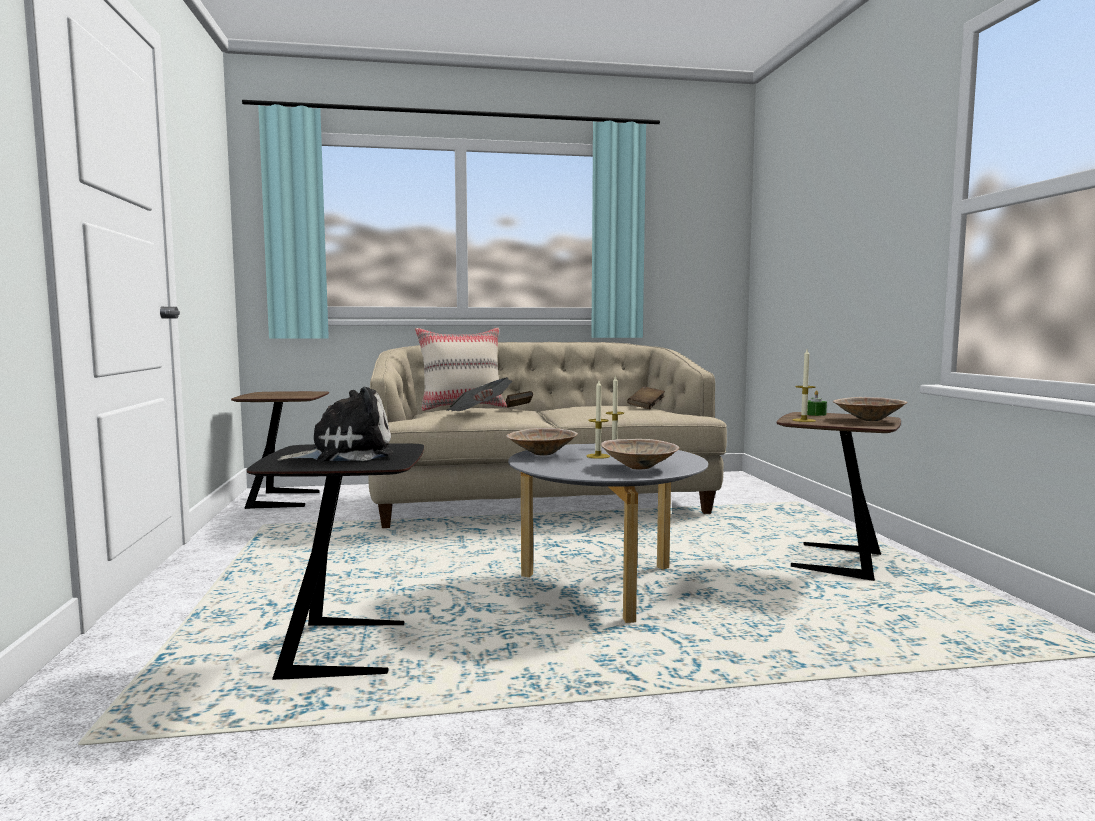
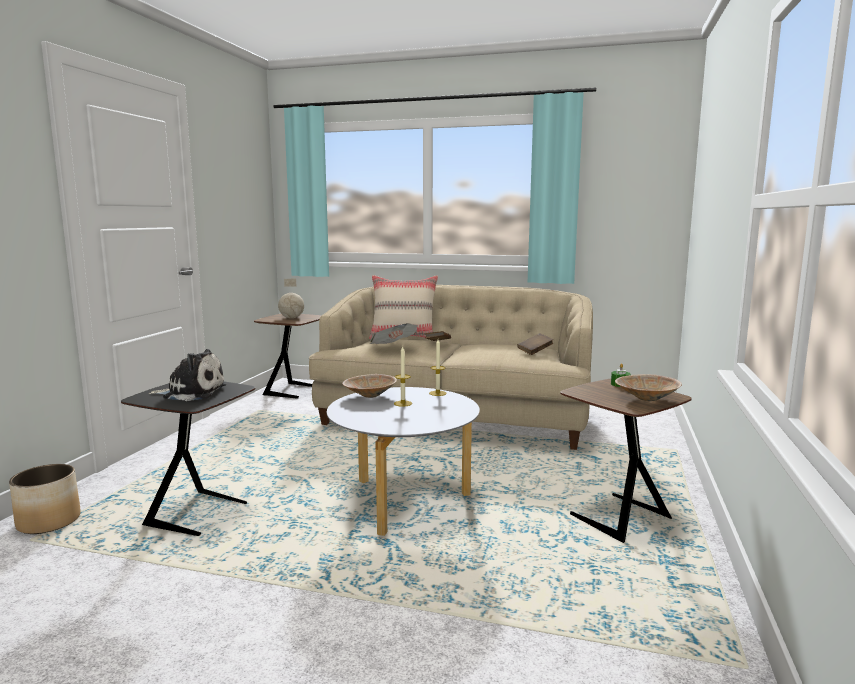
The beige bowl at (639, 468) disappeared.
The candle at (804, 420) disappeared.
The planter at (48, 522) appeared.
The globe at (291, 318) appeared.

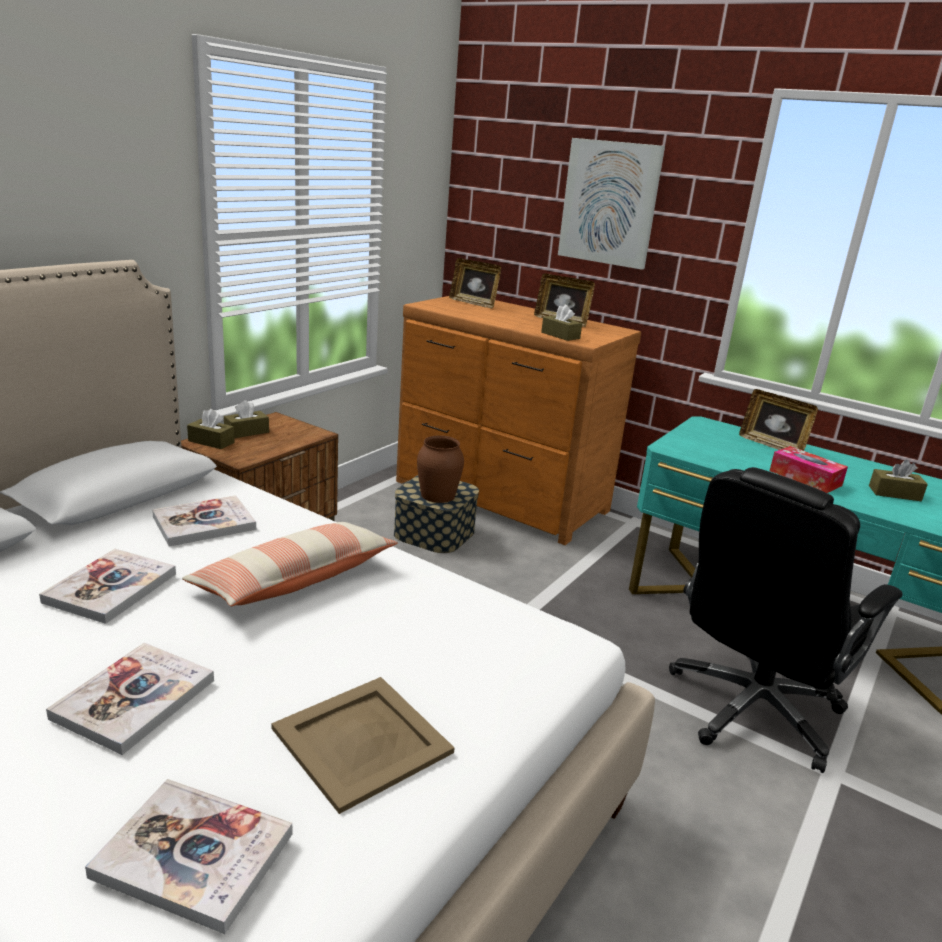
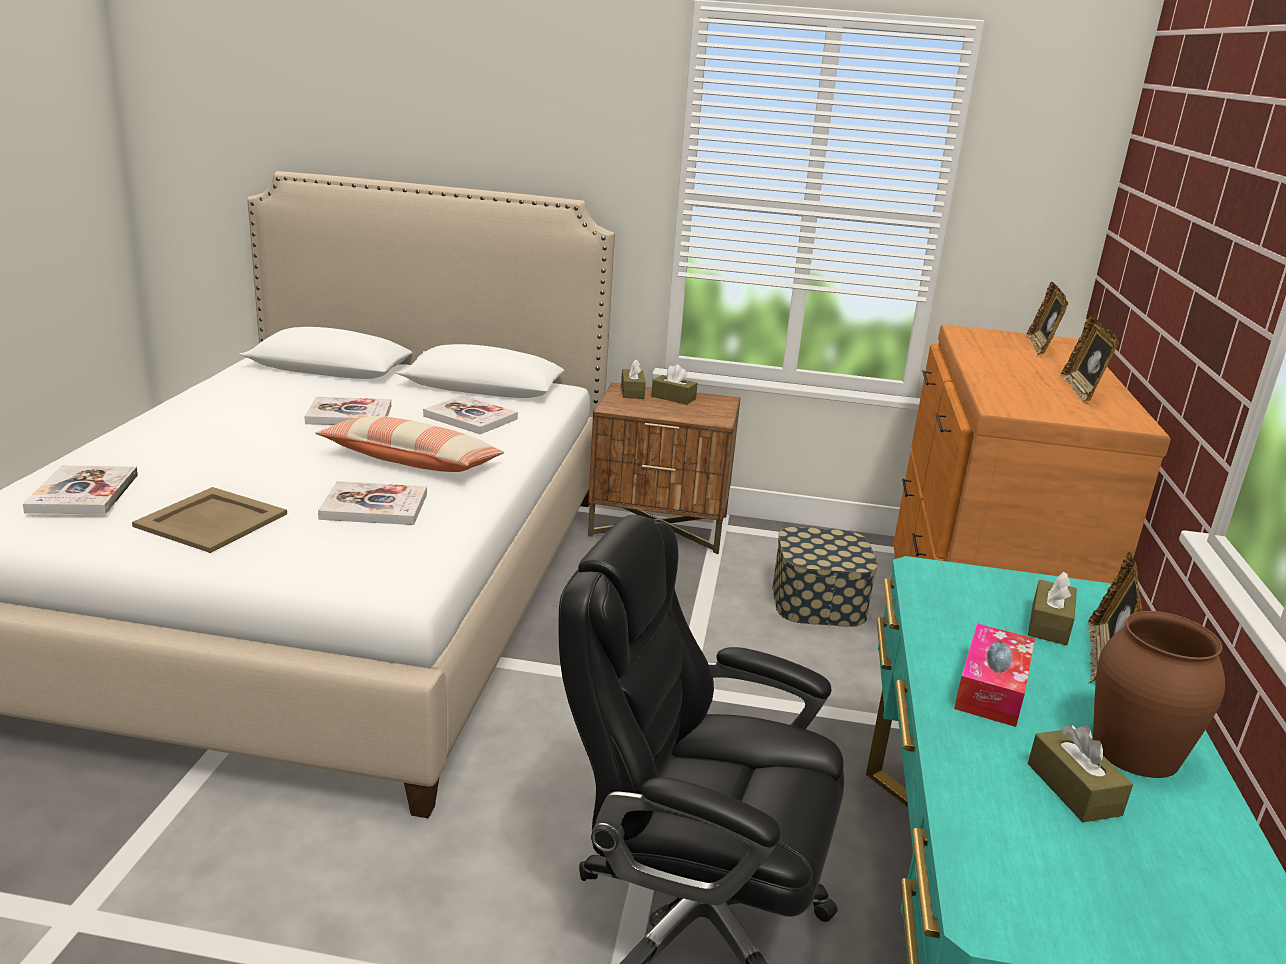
The picture at (609, 203) disappeared.
The book moved from (134, 699) to (374, 506).
The brown vase moved from (438, 495) to (1136, 751).
The brown tissue box moved from (560, 335) to (1049, 624).

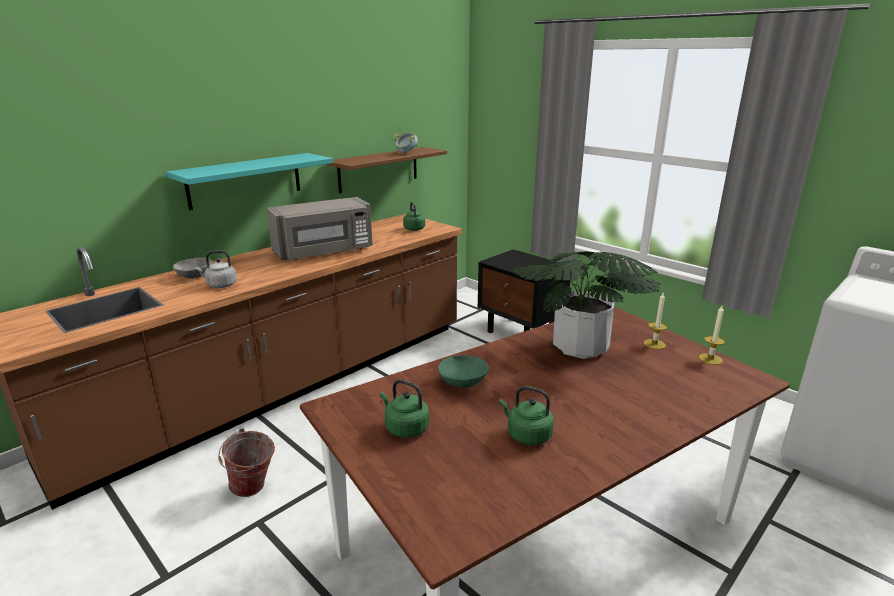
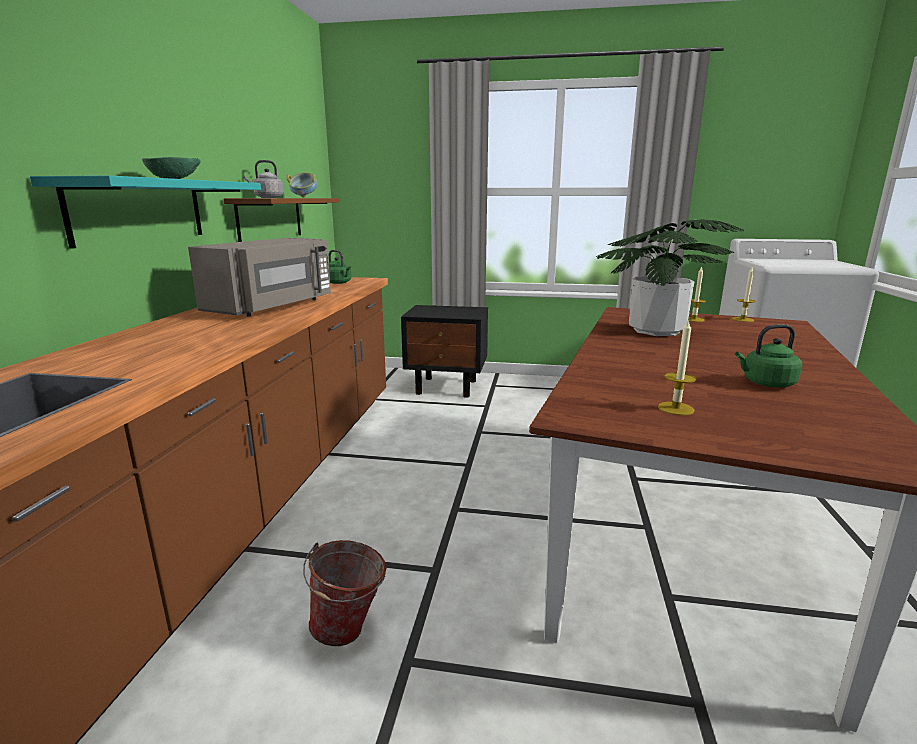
The grey bowl at (195, 276) disappeared.
The grey kettle moved from (220, 285) to (267, 197).
The green bowl moved from (463, 382) to (175, 179).
The green kettle at (405, 428) was replaced by the candle at (675, 408).

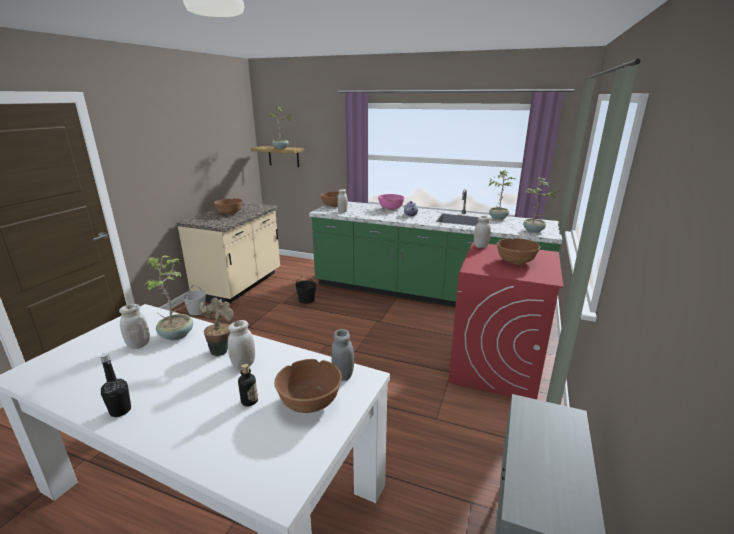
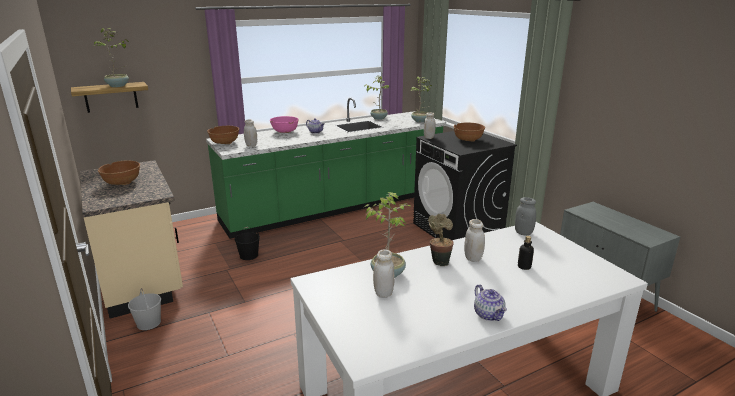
The brown bowl at (309, 402) disappeared.
The black bottle at (120, 411) was replaced by the teapot at (489, 315).
The red washing machine at (495, 367) became the black washing machine at (458, 229).

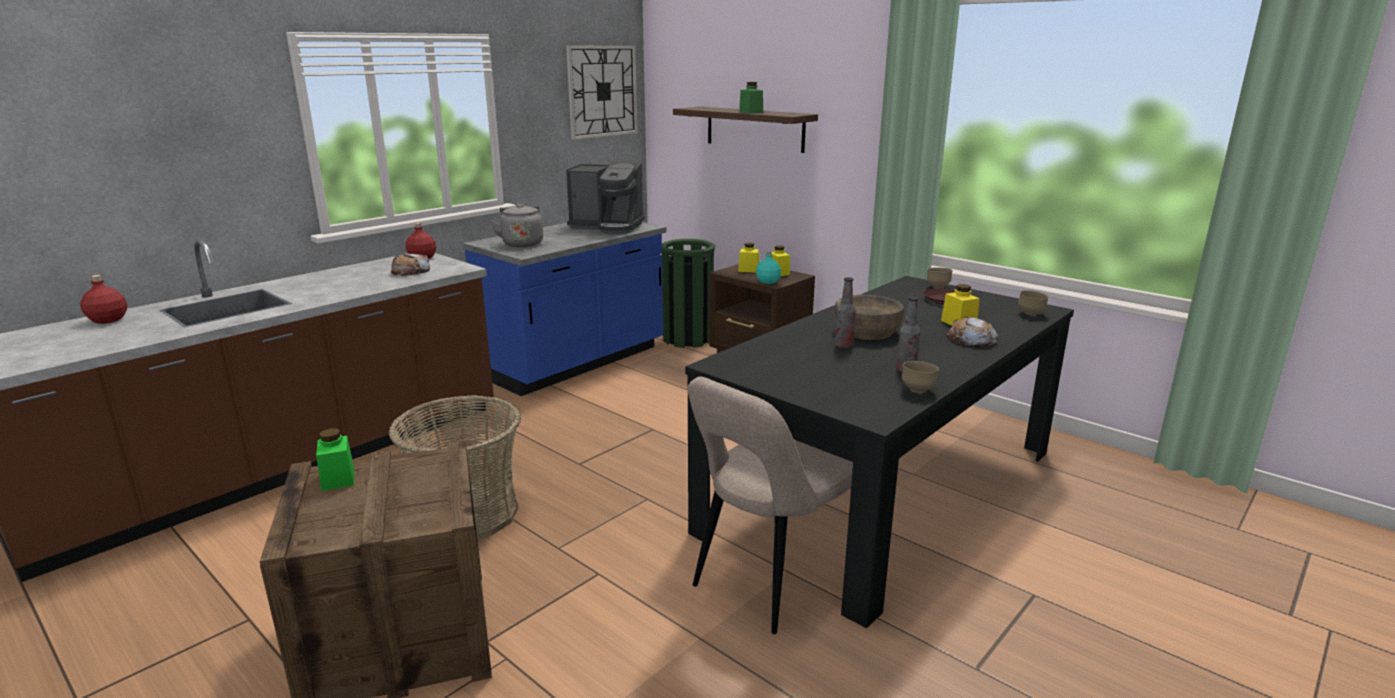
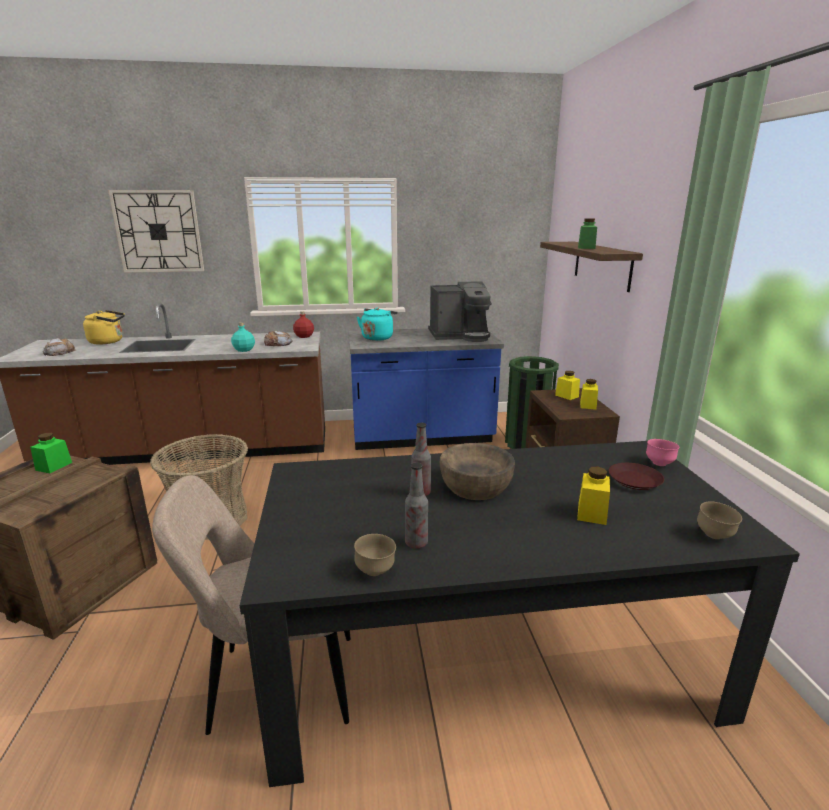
The wall clock moved from (602, 91) to (158, 231).
The turquoise bottle moved from (767, 282) to (243, 350).
The bread moved from (971, 340) to (59, 352).
The red bottle at (108, 320) was replaced by the yellow kettle at (108, 341).
The grey kettle at (522, 243) became the turquoise kettle at (378, 337).
The brown bowl at (937, 287) became the pink bowl at (659, 463).
The coffee machine at (608, 227) turned 60 degrees counterclockwise.

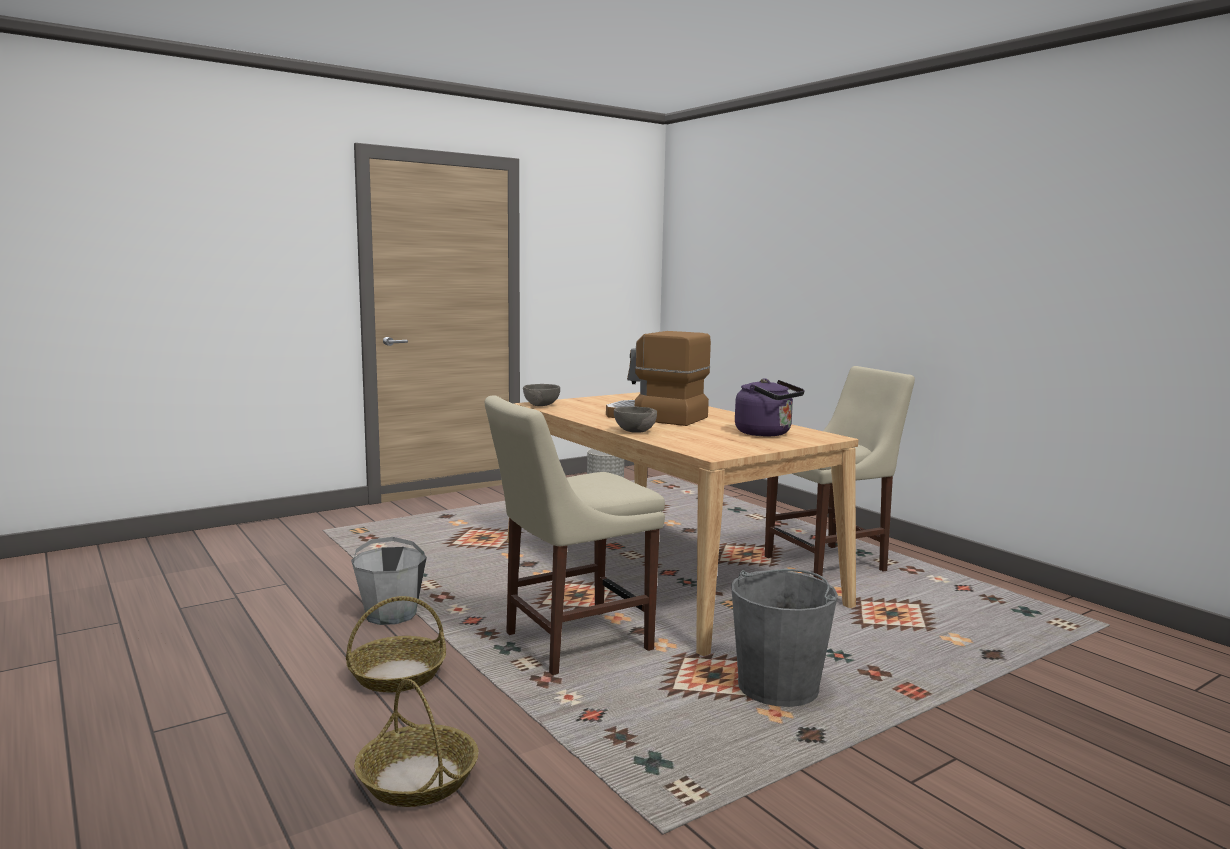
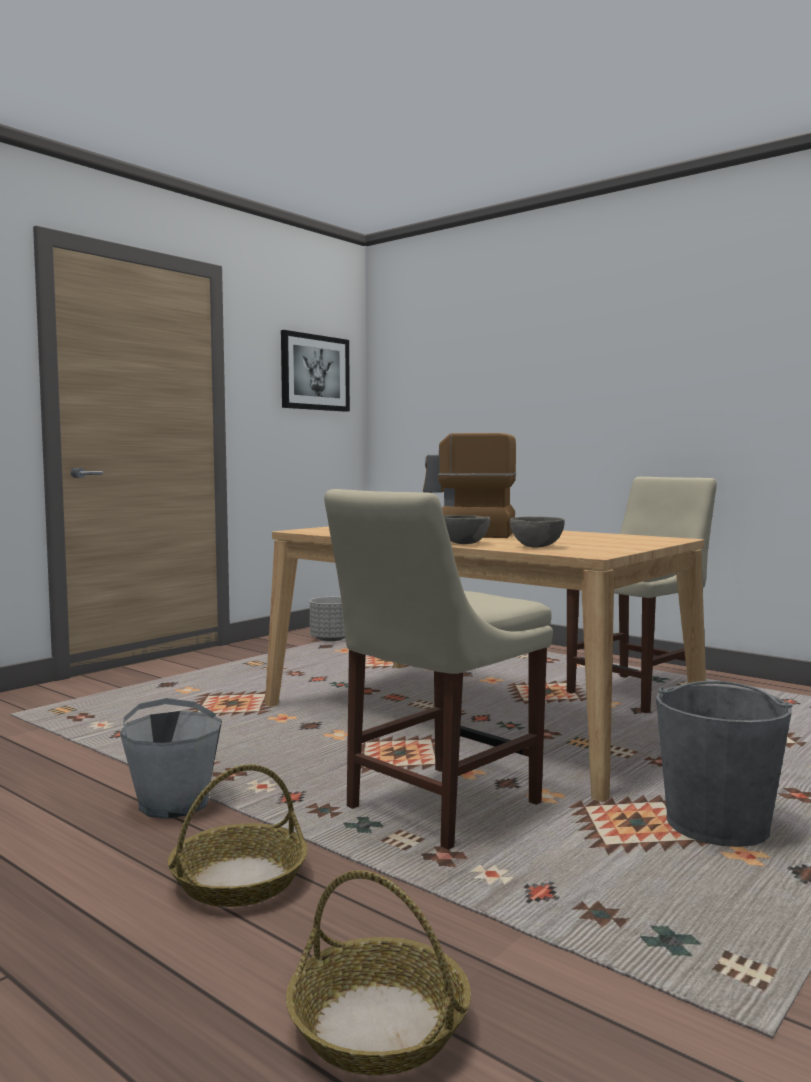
The purple kettle at (766, 433) disappeared.
The picture at (315, 372) appeared.
The grey bowl moved from (540, 405) to (535, 547).

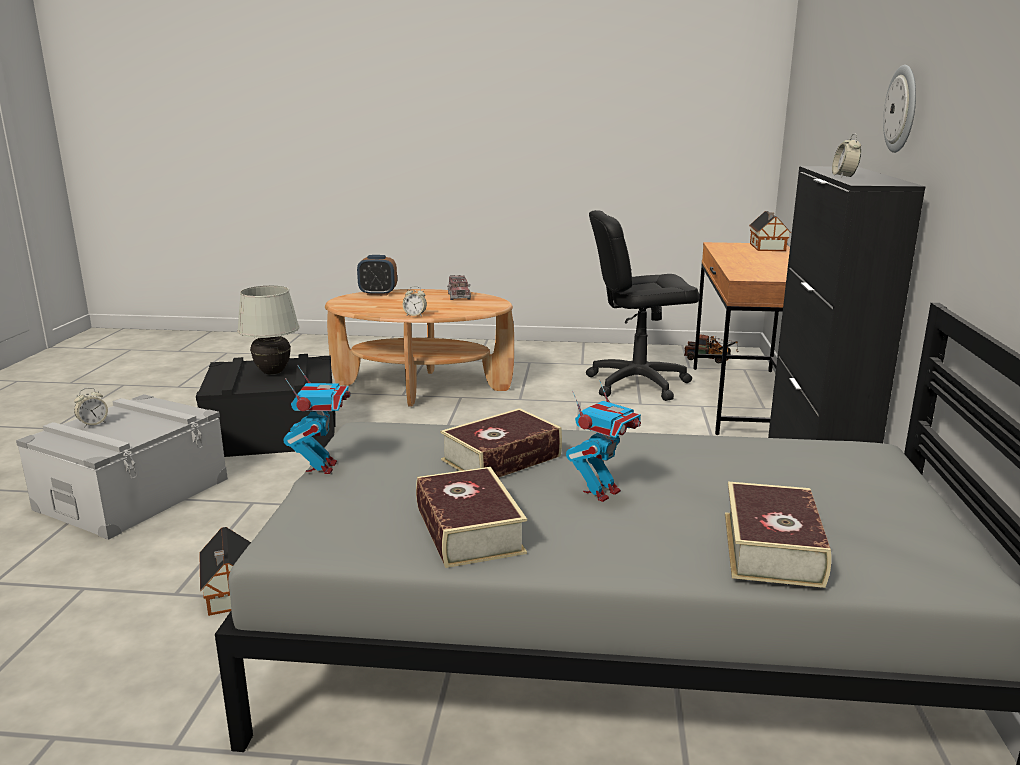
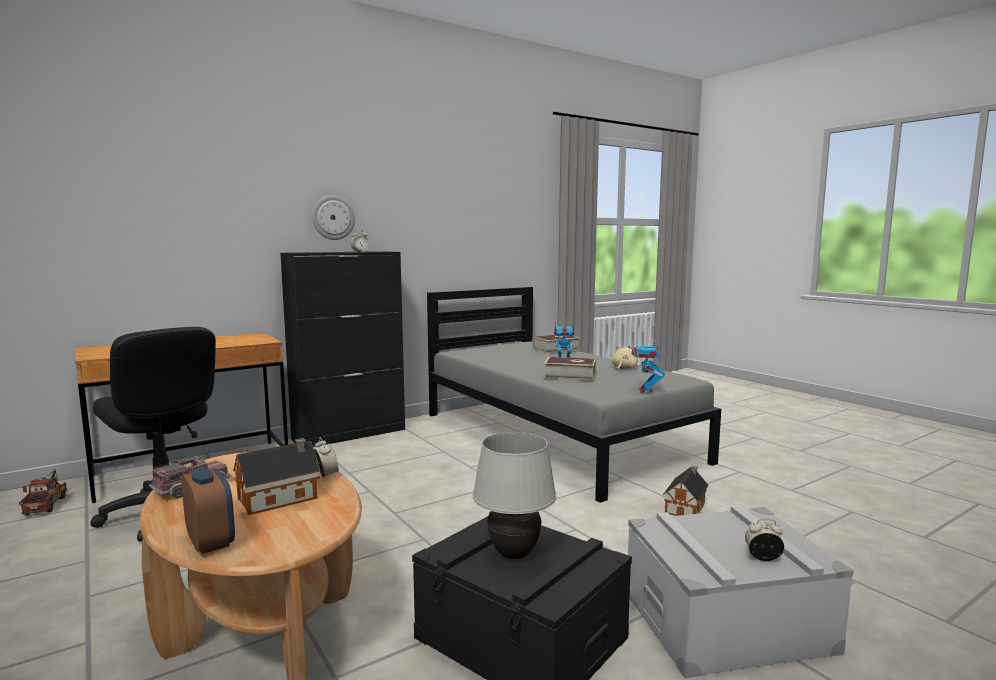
The toy house moved from (767, 247) to (281, 498).
The book at (469, 530) was replaced by the beige plush toy at (623, 368).
The toy robot at (321, 467) turned 45 degrees counterclockwise.

